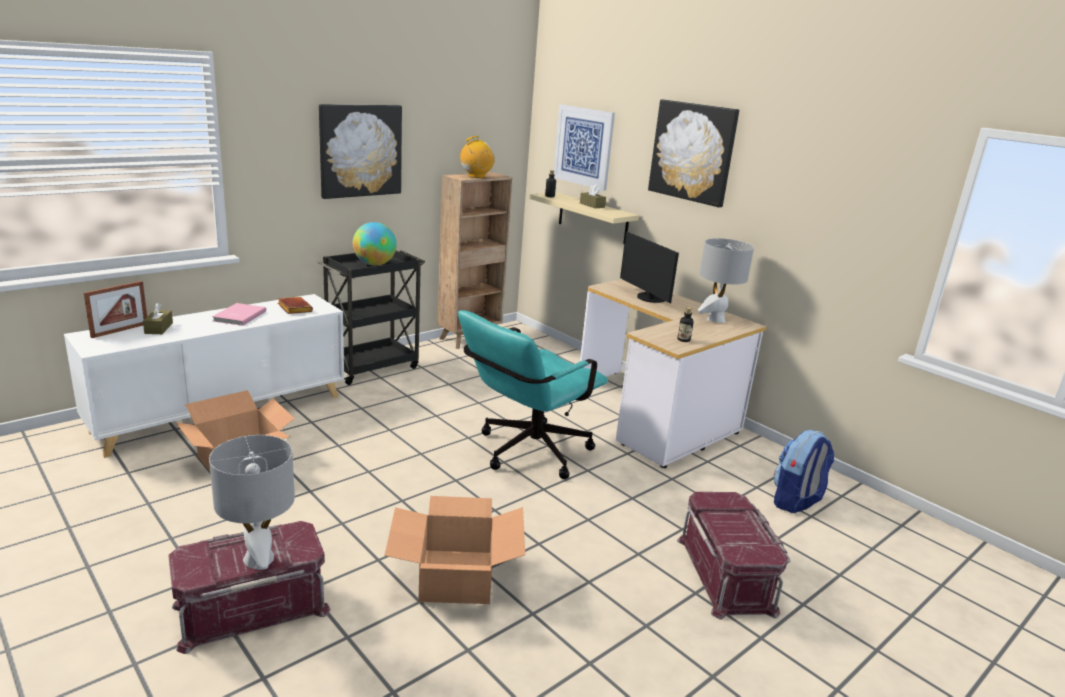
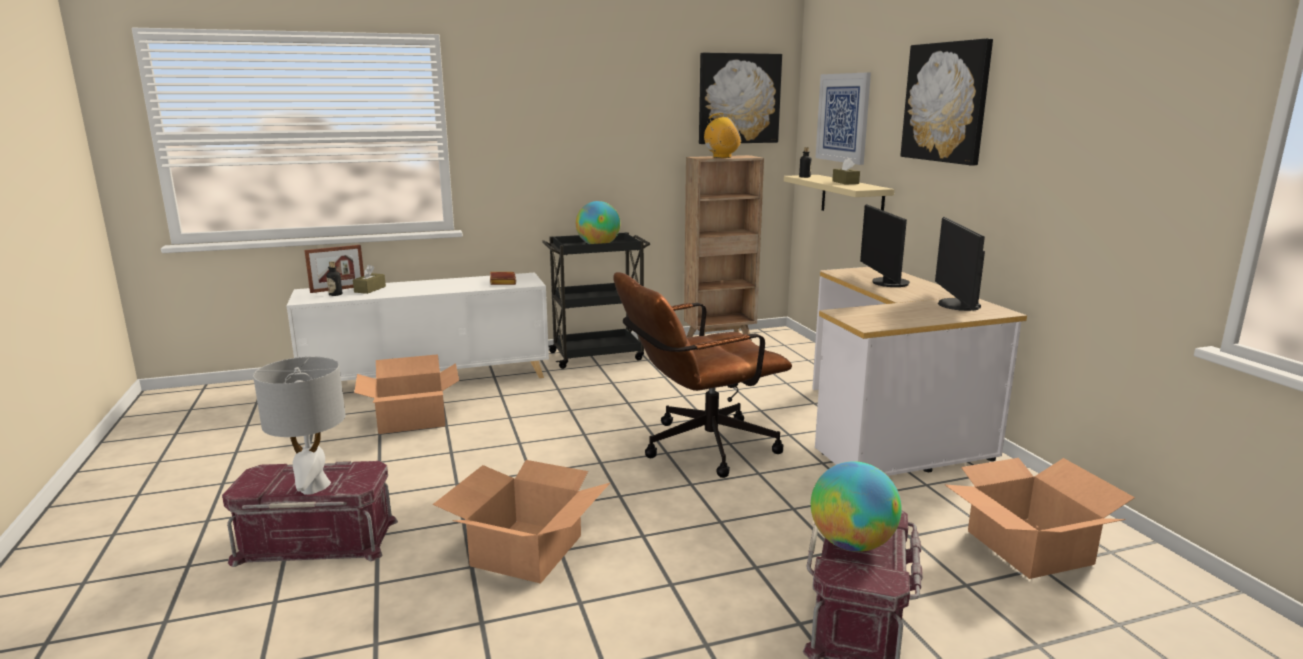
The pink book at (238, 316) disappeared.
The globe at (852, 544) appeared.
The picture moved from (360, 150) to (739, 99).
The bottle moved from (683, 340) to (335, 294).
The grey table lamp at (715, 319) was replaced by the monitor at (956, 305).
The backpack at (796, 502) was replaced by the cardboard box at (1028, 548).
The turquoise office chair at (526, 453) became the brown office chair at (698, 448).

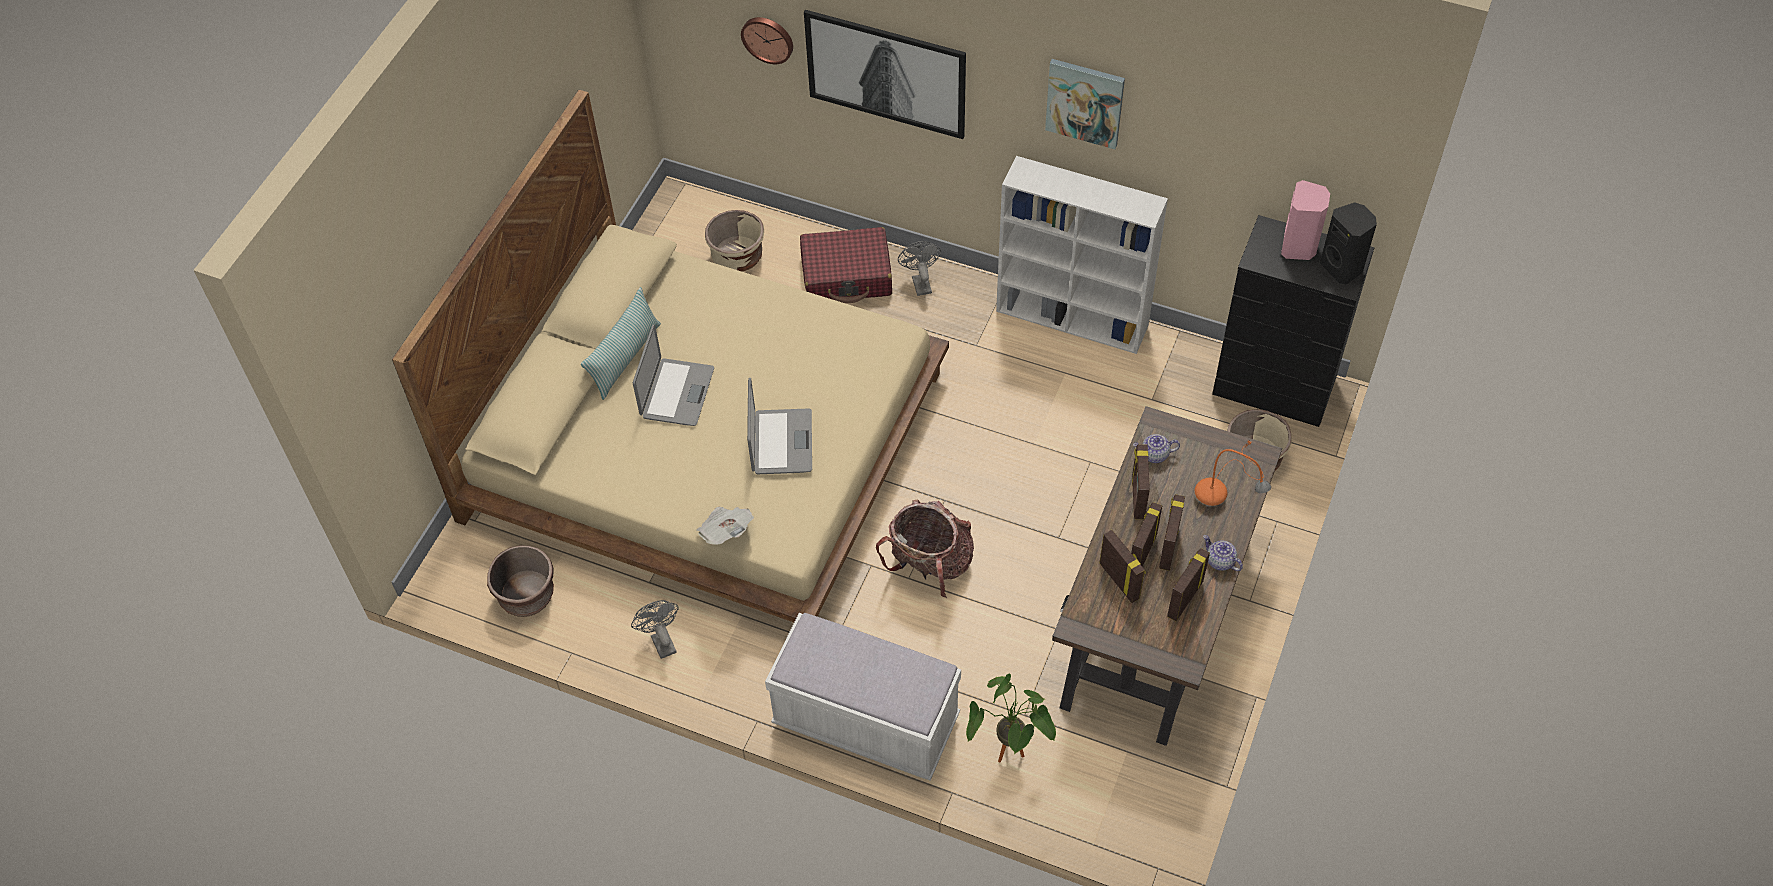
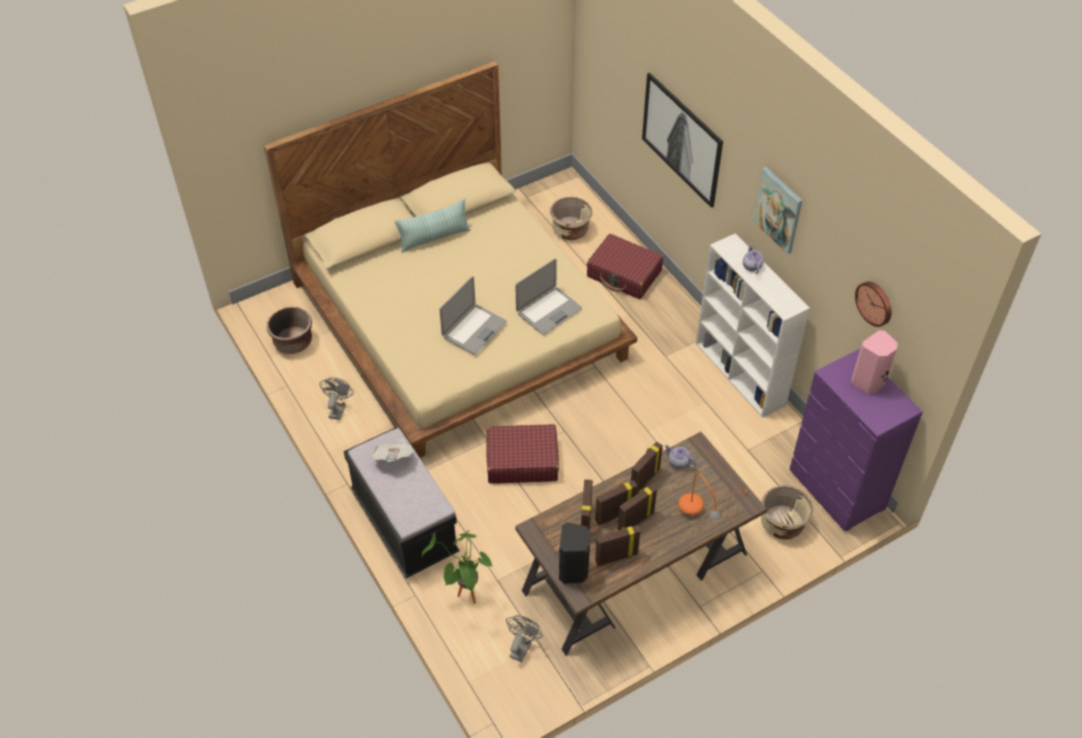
The laptop moved from (676, 393) to (548, 311).
The newspaper moved from (726, 531) to (394, 457).
The wall clock moved from (768, 38) to (875, 303).
The grey fan moved from (920, 282) to (521, 647).
The teapot moved from (1219, 561) to (751, 266).
The black speaker moved from (1342, 267) to (574, 570).
The backpack at (929, 564) was replaced by the red suitcase at (522, 461).
The white bench at (866, 722) became the black bench at (404, 524).
The black dresser at (1274, 387) became the purple dresser at (837, 490).

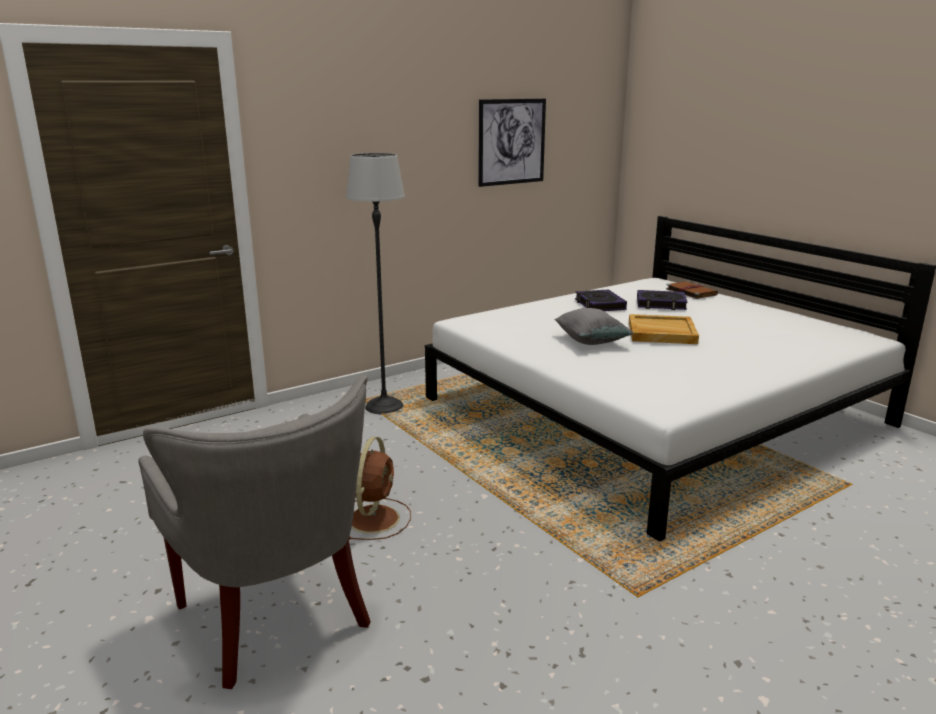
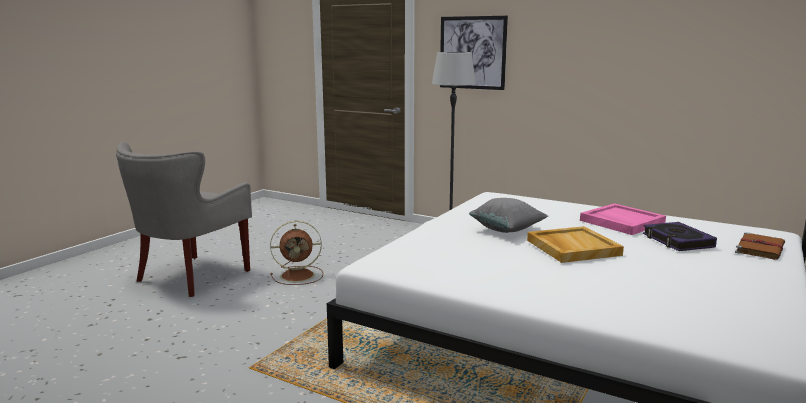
The picture moved from (512, 142) to (472, 52).
The book at (599, 305) was replaced by the pink tray at (621, 222).

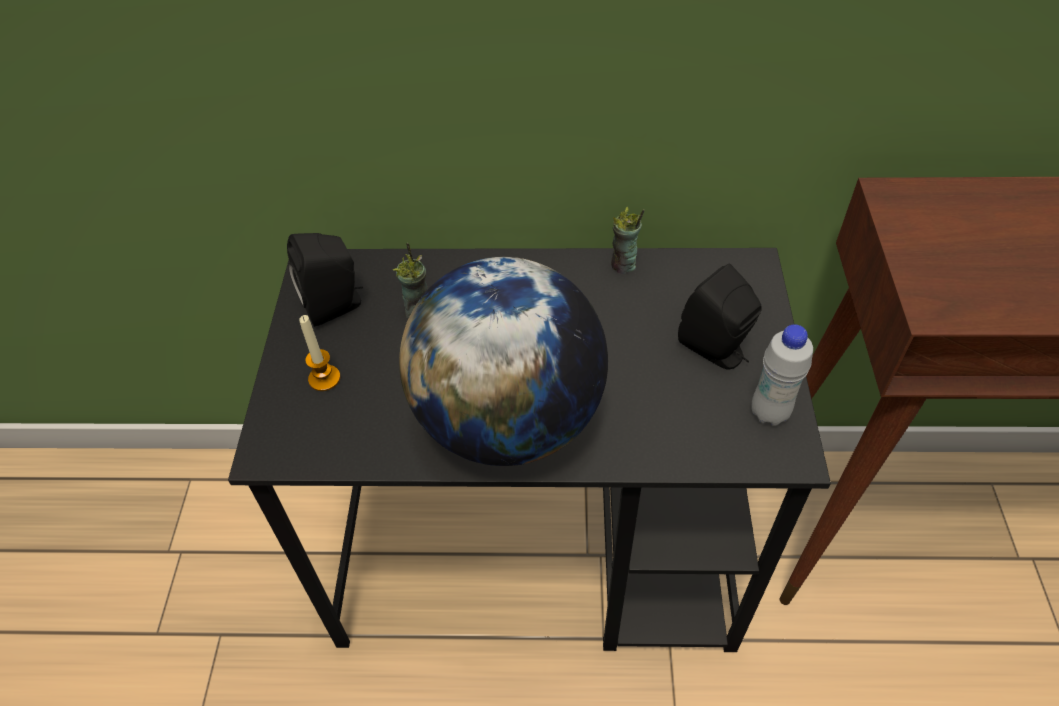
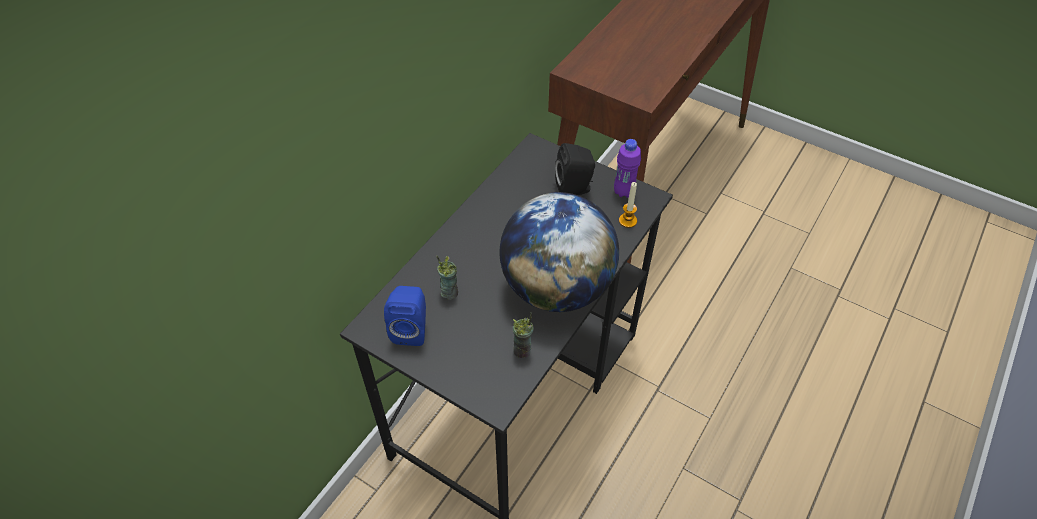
The candle moved from (324, 378) to (627, 221).
The cup moved from (623, 265) to (522, 350).
The black speaker at (336, 306) became the blue speaker at (411, 329).
The white bottle at (769, 412) became the purple bottle at (623, 192).

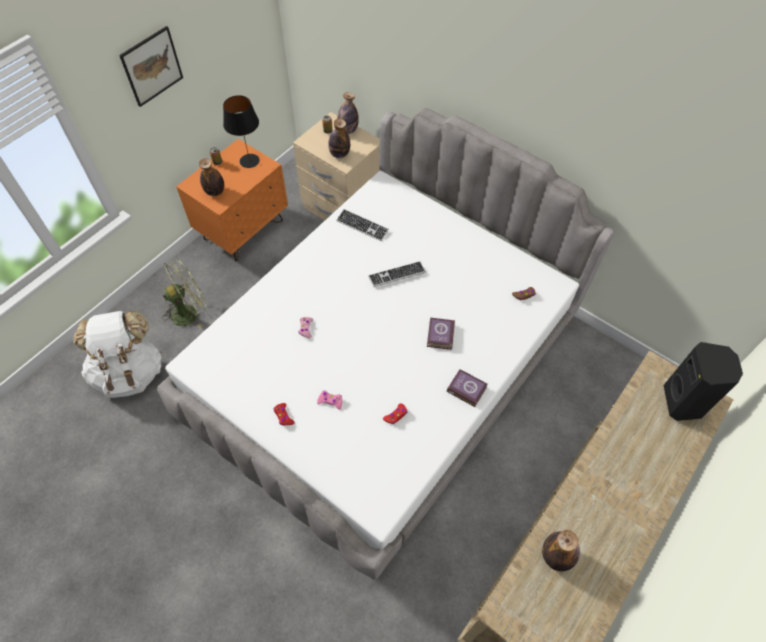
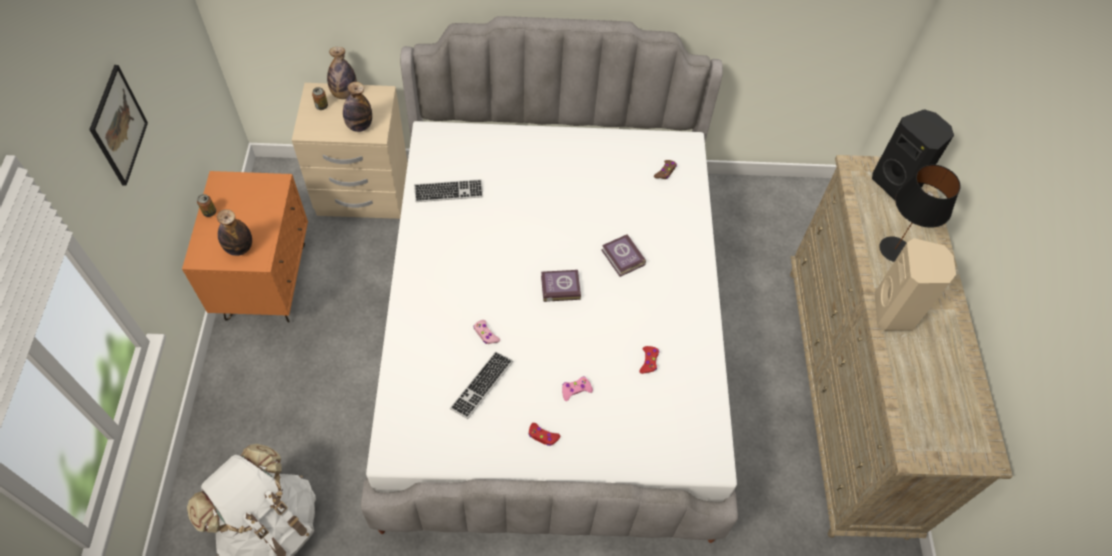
The green fan at (190, 312) disappeared.
The bottle at (556, 556) disappeared.
The beige speaker at (895, 312) appeared.
The black table lamp moved from (249, 161) to (895, 250).
The keyboard moved from (396, 275) to (482, 385).
The book moved from (466, 388) to (559, 287).

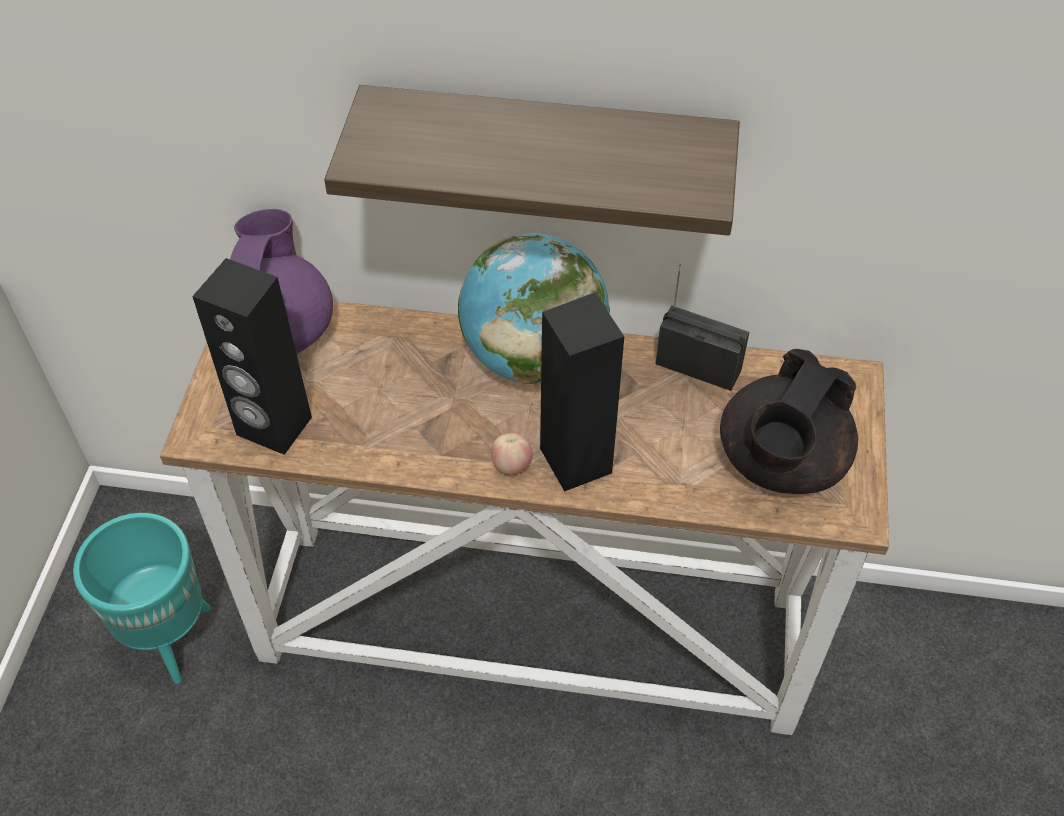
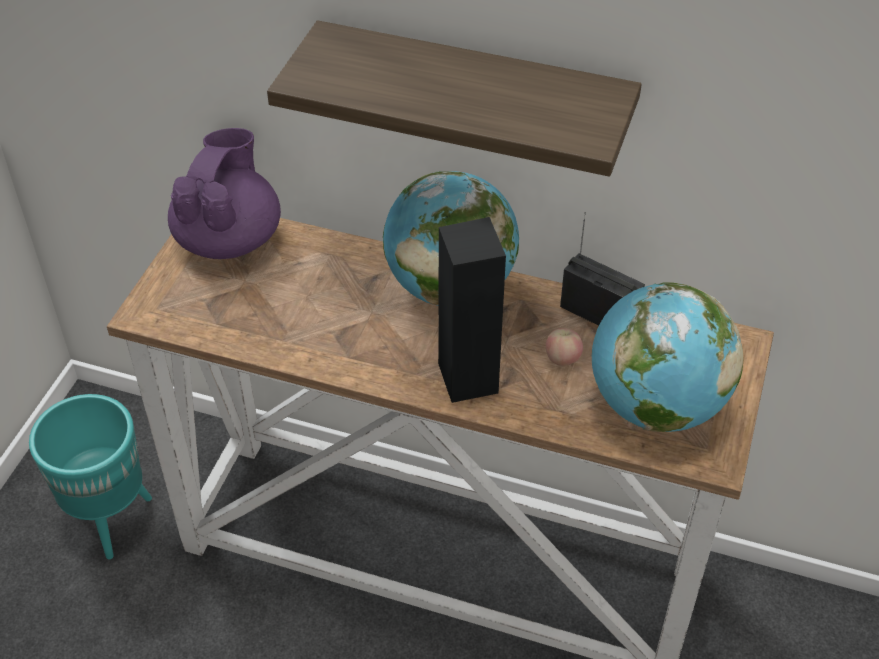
The black speaker at (273, 427) disappeared.
The apple moved from (511, 466) to (562, 359).
The black teapot at (780, 463) was replaced by the globe at (655, 405).

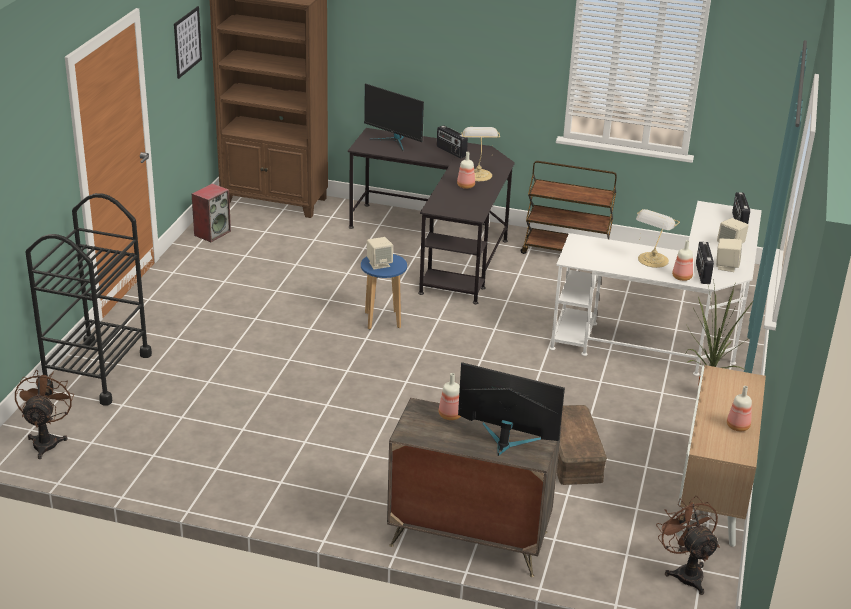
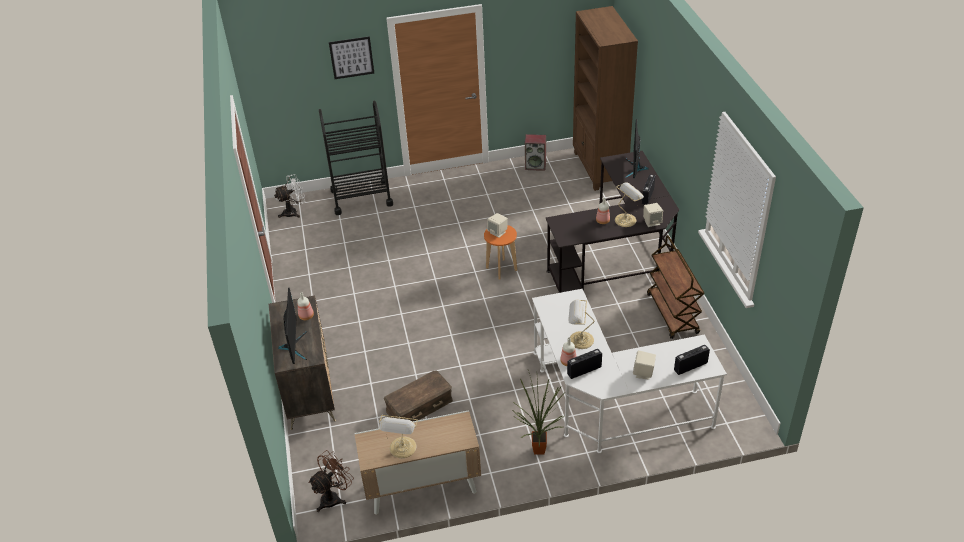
The picture moved from (187, 42) to (351, 57).
The beige speaker moved from (726, 266) to (652, 222).
The bottle at (737, 426) was replaced by the table lamp at (402, 448).
The brown fan at (47, 440) became the white fan at (294, 212).
The blue stool at (382, 320) became the orange stool at (501, 269).

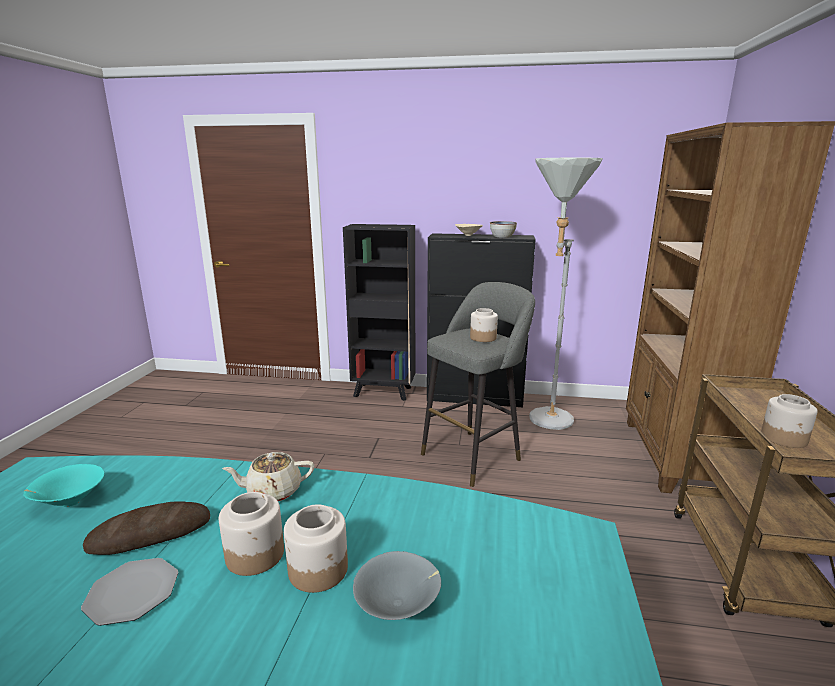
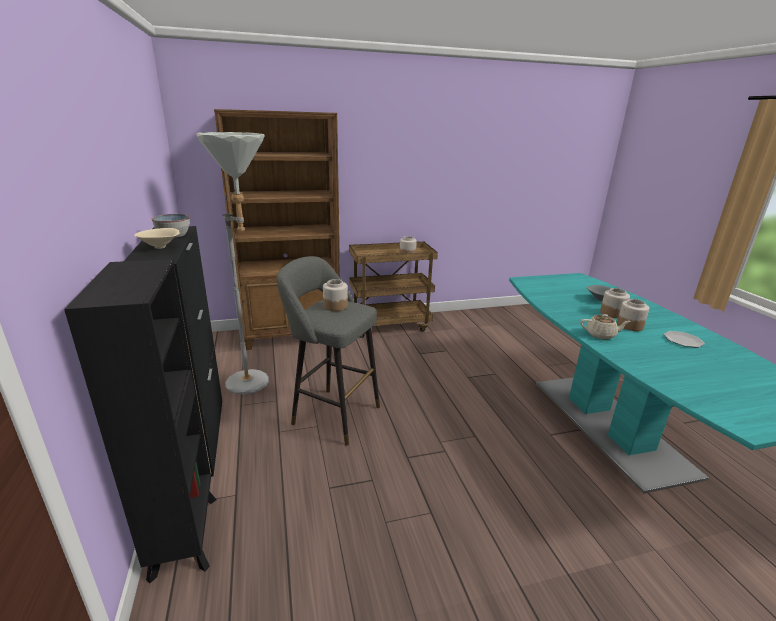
The turquoise bowl at (69, 502) disappeared.
The bread at (150, 534) disappeared.
The beige teapot at (273, 491) turned 45 degrees counterclockwise.

